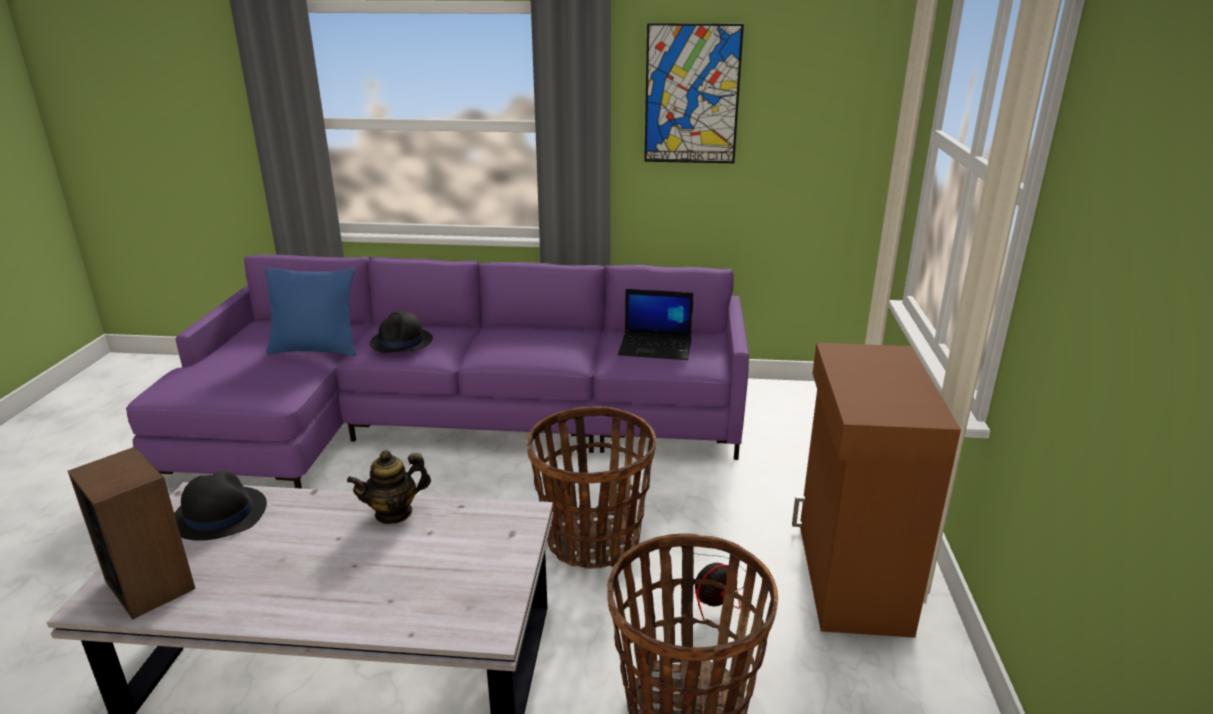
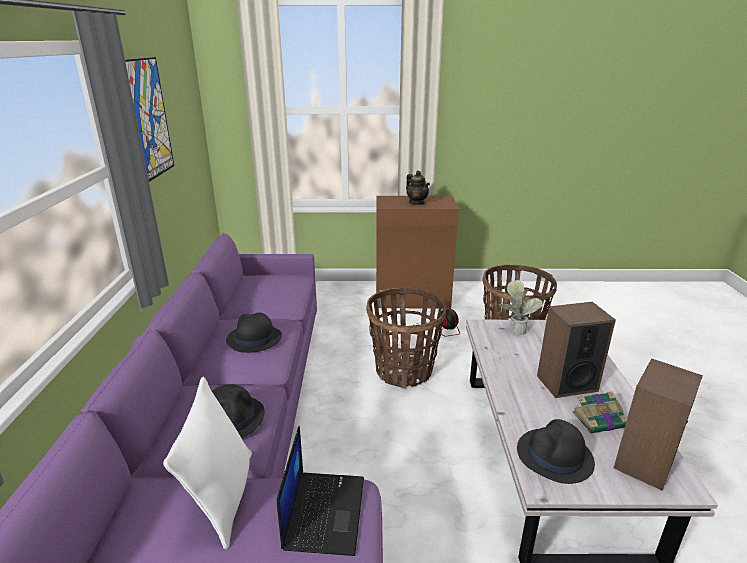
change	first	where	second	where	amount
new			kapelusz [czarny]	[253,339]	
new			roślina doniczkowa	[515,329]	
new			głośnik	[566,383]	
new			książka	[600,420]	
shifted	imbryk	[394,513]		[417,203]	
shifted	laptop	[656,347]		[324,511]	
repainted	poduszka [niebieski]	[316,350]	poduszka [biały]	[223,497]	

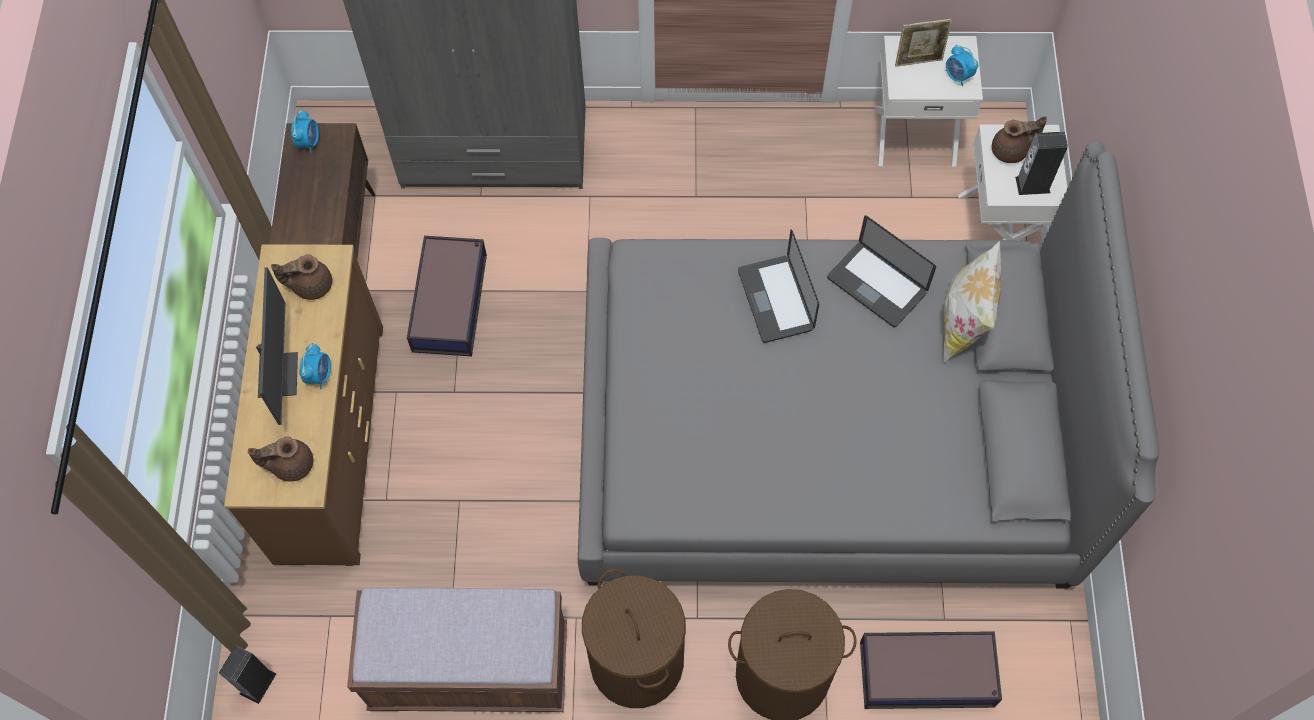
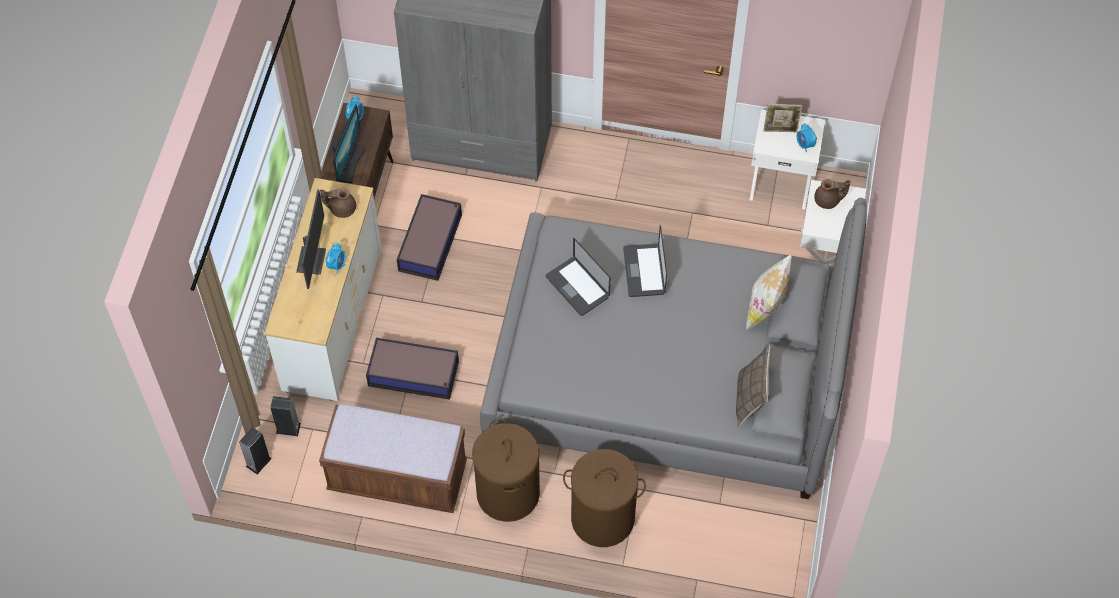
change	first	where	second	where	amount
gone	imbryk [brązowy]	[291,464]			
new			monitor	[348,163]	
new			poduszka	[750,399]	
shifted	laptop	[876,285]		[577,287]	
shifted	pojemnik do przechowywania	[928,675]		[414,374]	
shifted	głośnik	[1032,185]		[288,428]	
repainted	komoda [brązowy]	[329,442]	komoda [biały]	[332,319]	

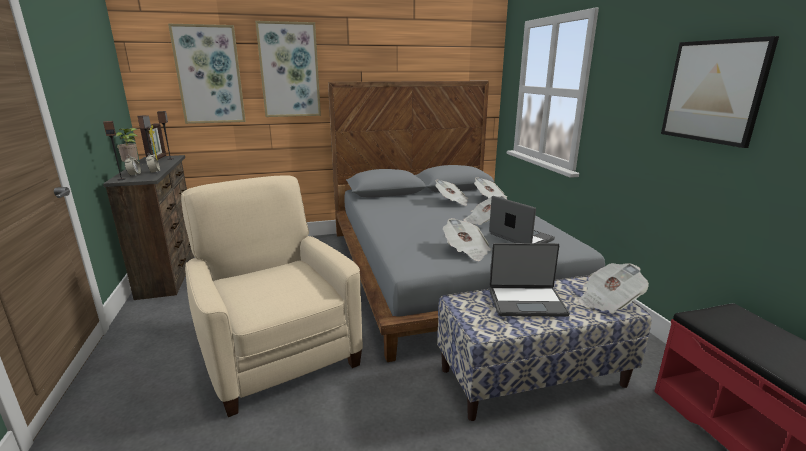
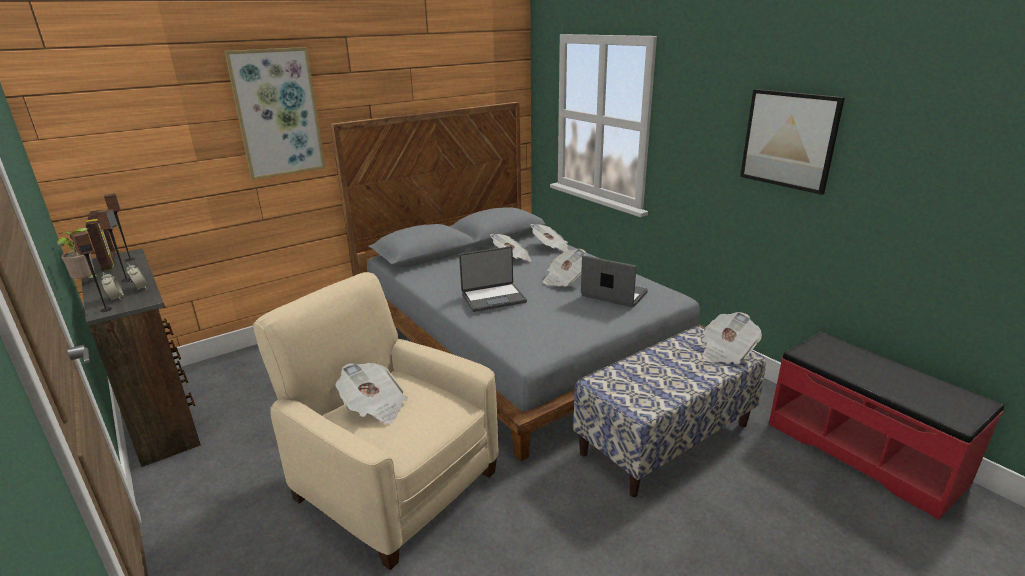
change	first	where	second	where	amount
gone	obraz	[209,75]			
shifted	gazeta	[466,251]		[374,407]	
shifted	laptop	[526,302]		[493,298]	

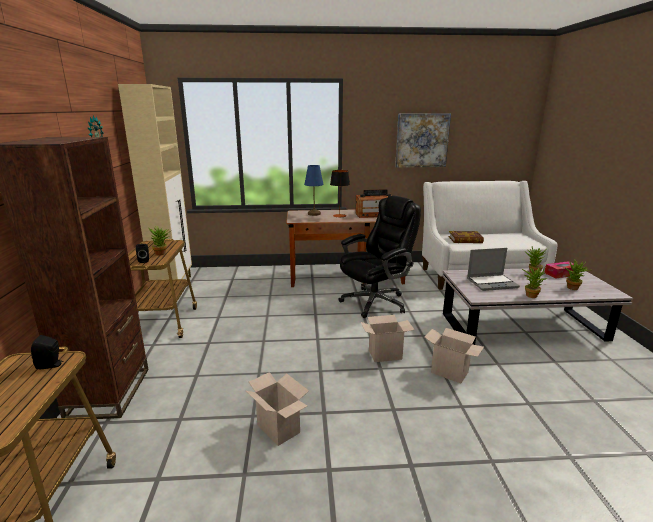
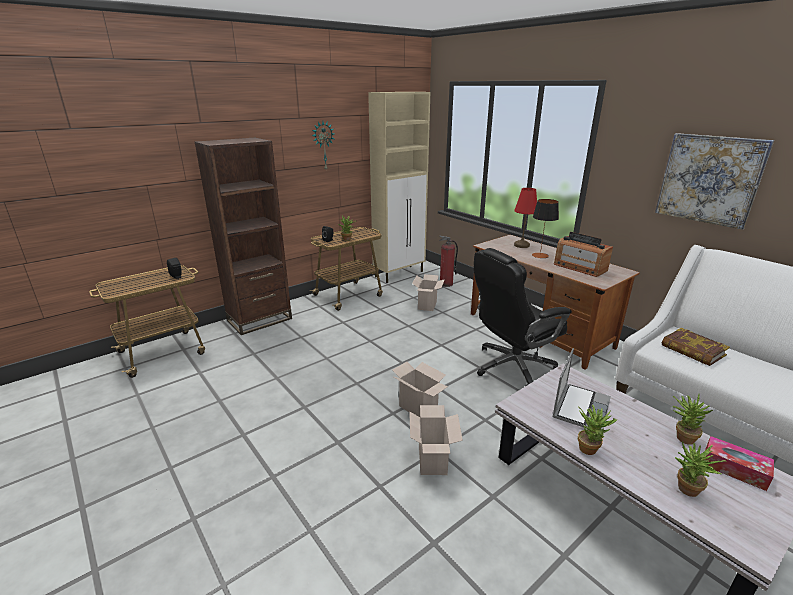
change	first	where	second	where	amount
new			gaśnica	[446,284]	
shifted	karton	[280,429]		[427,306]	
repainted	lampa stołowa [niebieski]	[314,214]	lampa stołowa [czerwony]	[522,245]	
rotated	krzesło biurowe [czarny]	[375,302]		[512,367]	135 degrees clockwise
rotated	laptop	[492,283]		[580,407]	105 degrees counterclockwise

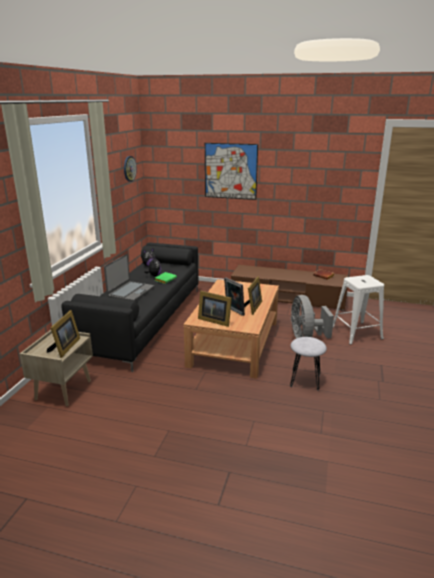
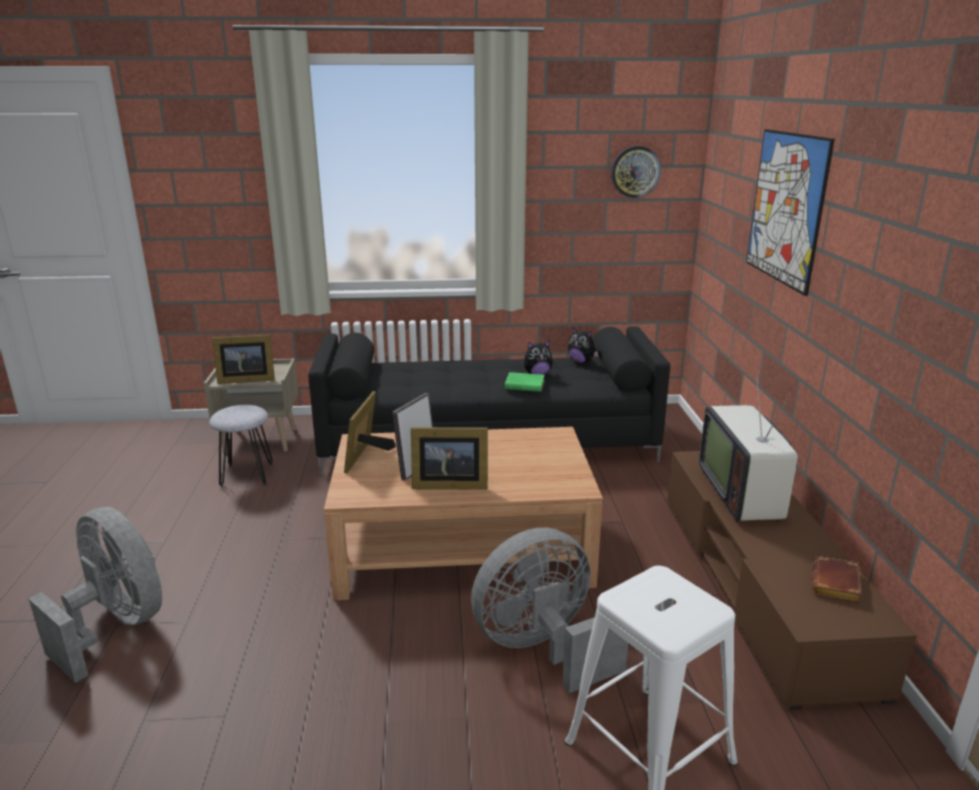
change	first	where	second	where	amount
gone	laptop	[130,292]			
new			wentylator [szary]	[116,626]	
new			telewizor	[744,494]	
shifted	stołek [szary]	[305,380]		[247,475]	

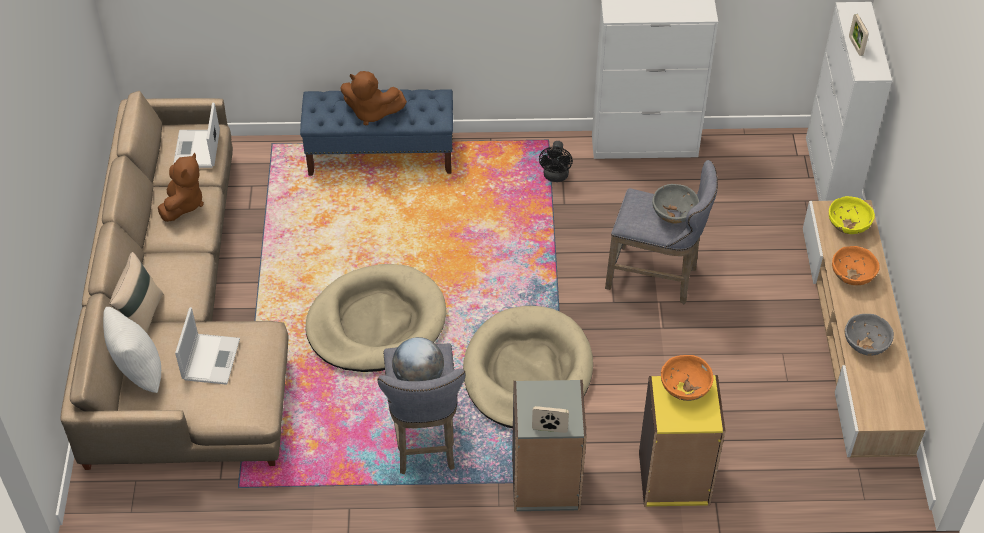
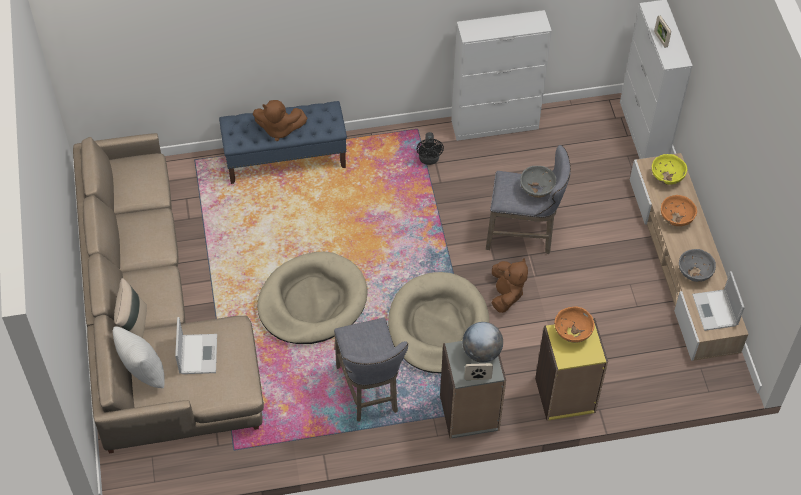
change	first	where	second	where	amount
shifted	pluszak [brązowy]	[183,203]		[506,294]	
shifted	laptop	[197,150]		[715,311]	
shifted	globus	[419,378]		[481,352]	

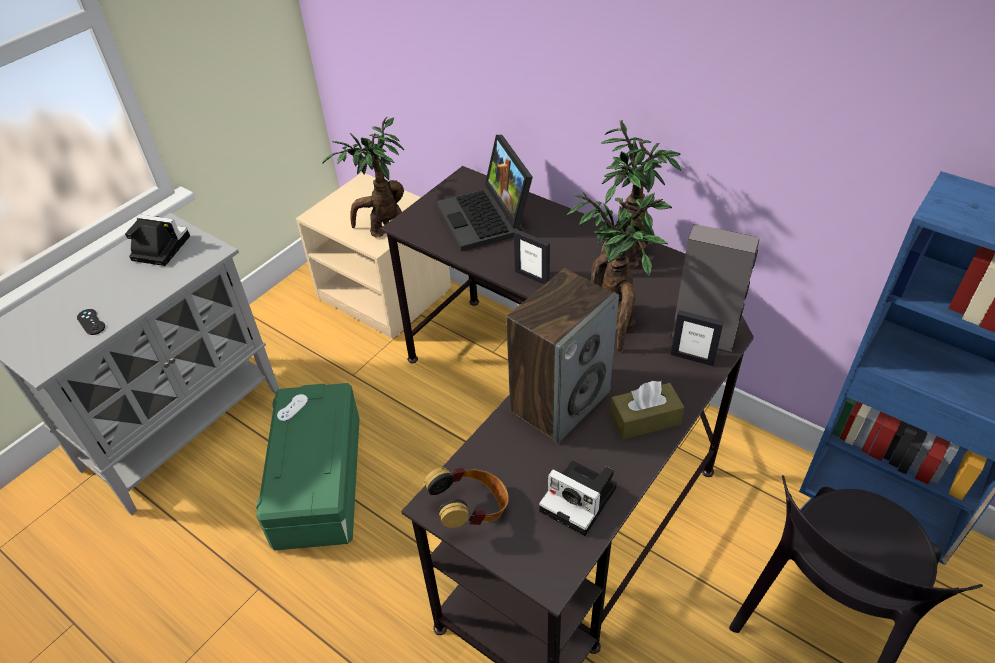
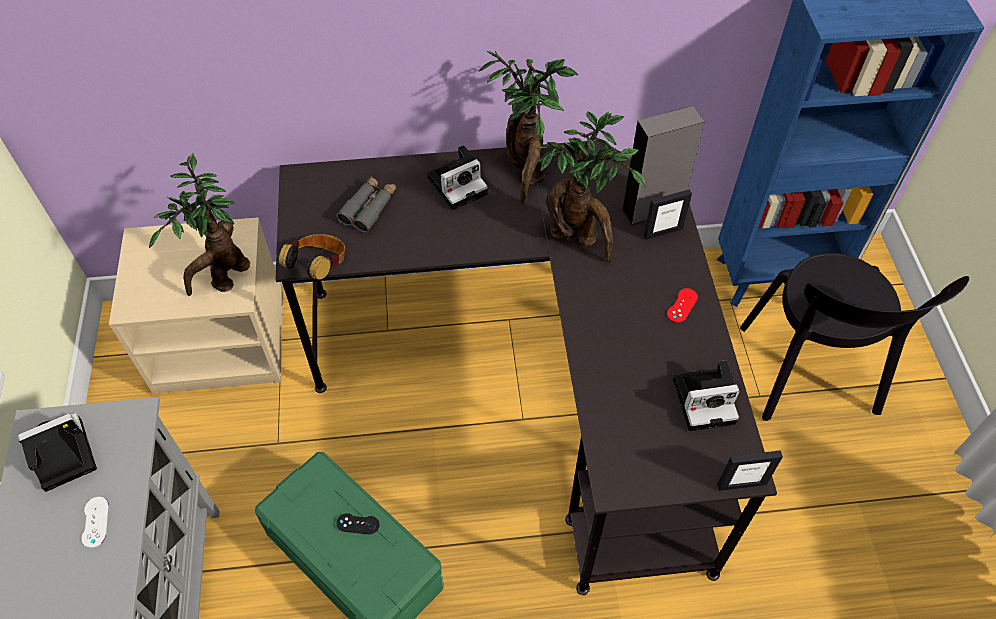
change	first	where	second	where	amount
gone	głośnik	[560,401]			
new			aparat fotograficzny	[459,184]	
shifted	pad do gier [czarny]	[91,322]		[358,524]	
shifted	pad do gier [biały]	[292,407]		[95,522]	
shifted	słuchawki	[472,510]		[319,267]	
shifted	ramka na zdjęcie	[532,277]		[741,484]	
swapped	laptop	[486,219]	lornetka [szary]	[369,208]	
swapped	pudełko chusteczek [brązowy]	[644,419]	pad do gier [czerwony]	[682,305]	

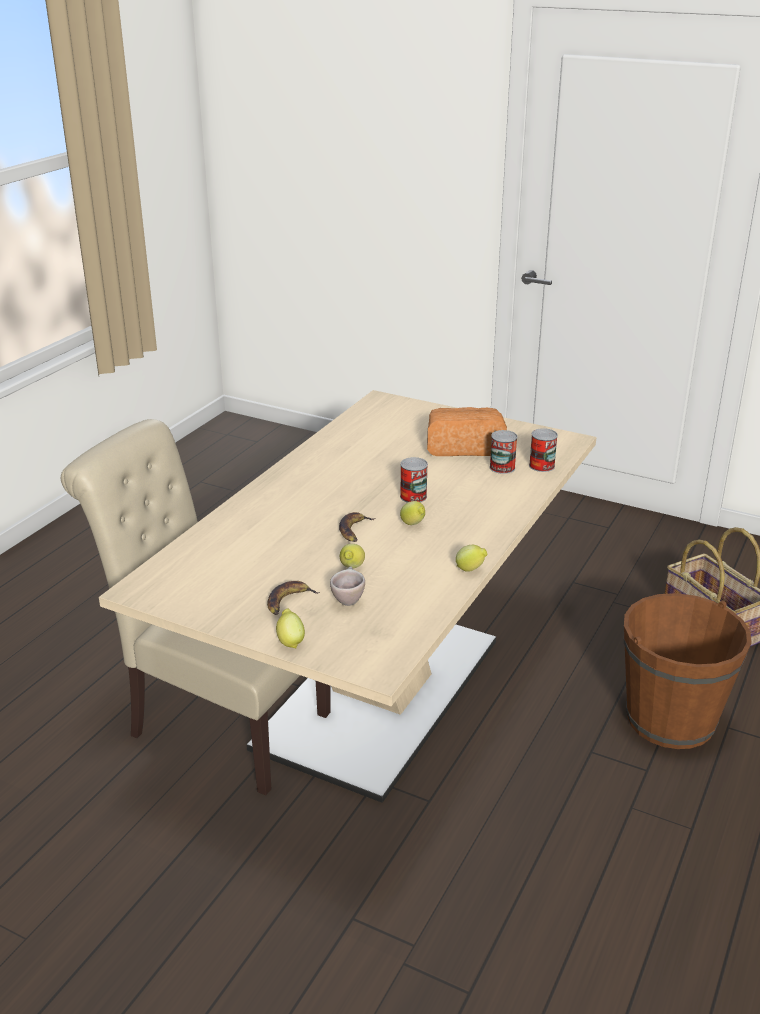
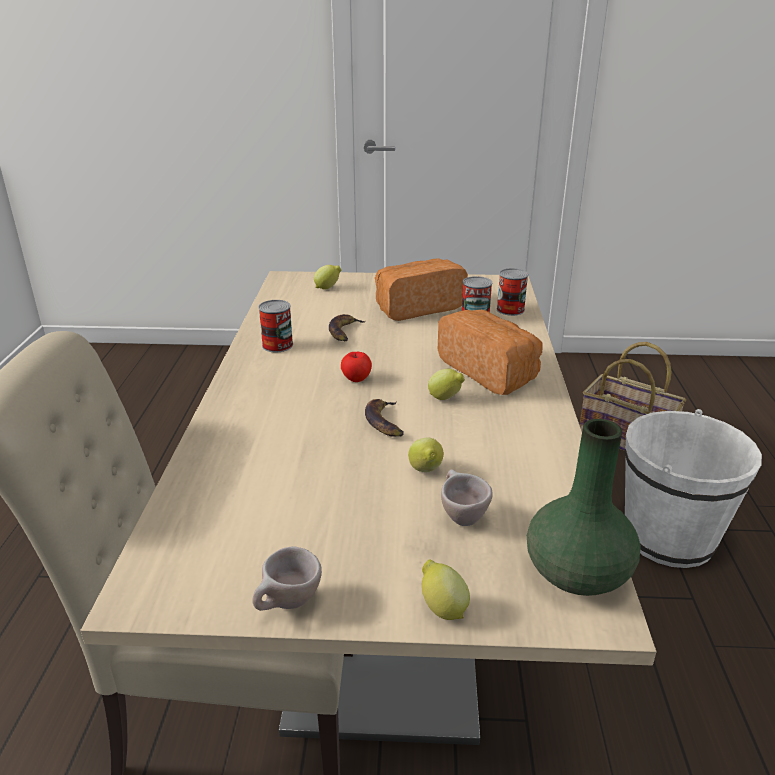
change	first	where	second	where	amount
new			filiżanka [beżowy]	[287,606]	
new			jabłko	[356,379]	
new			chleb	[490,371]	
new			wazon [zielony]	[575,574]	
shifted	banan	[288,601]		[345,332]	
shifted	puszka	[413,496]		[277,345]	
shifted	cytryna	[471,570]		[328,288]	
repainted	wiadro [brązowy]	[670,719]	wiadro [biały]	[669,537]	

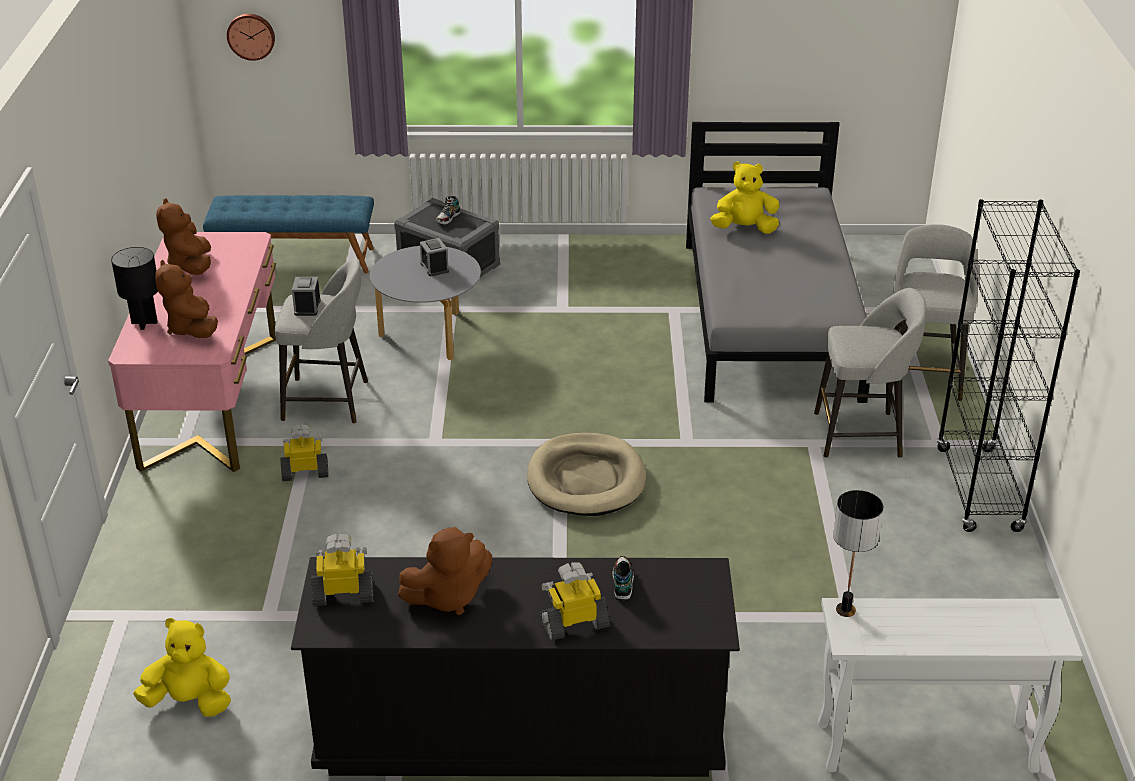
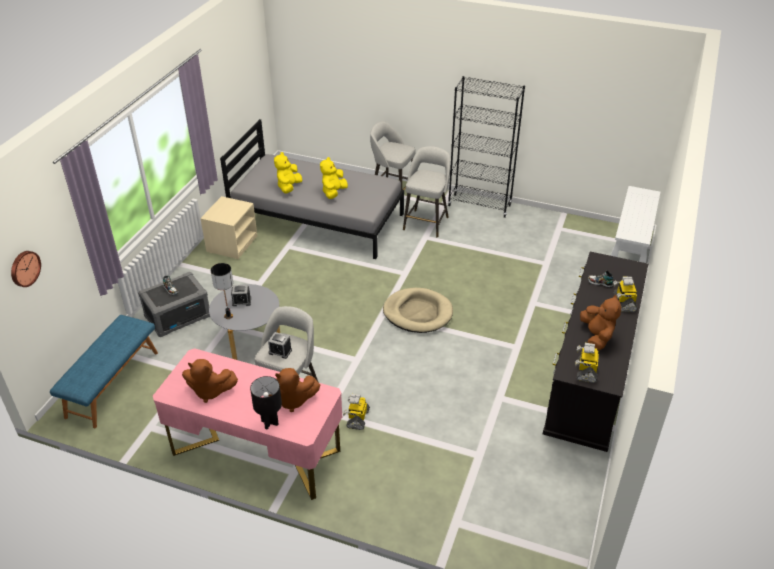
change	first	where	second	where	amount
new			szafka nocna [beżowy]	[232,243]	
shifted	pluszak [żółty]	[189,702]		[333,192]	
shifted	lampa stołowa	[845,610]		[228,316]	

